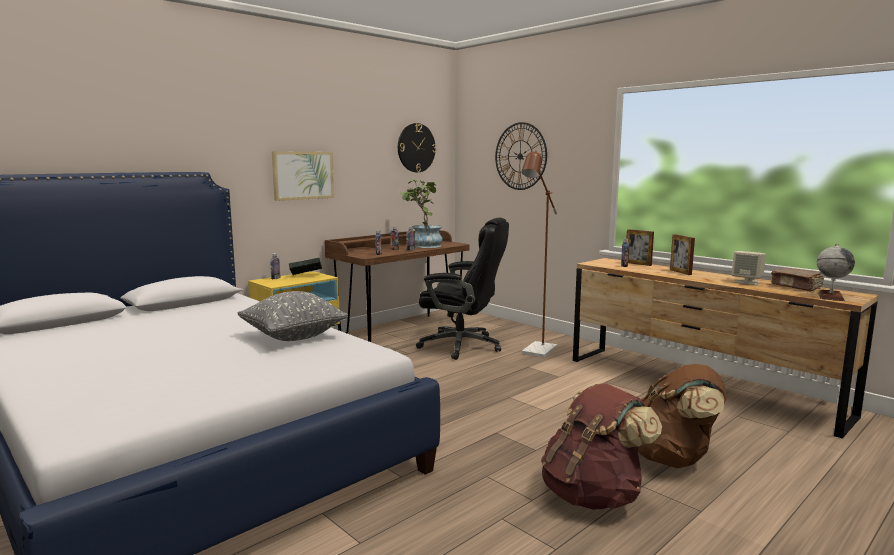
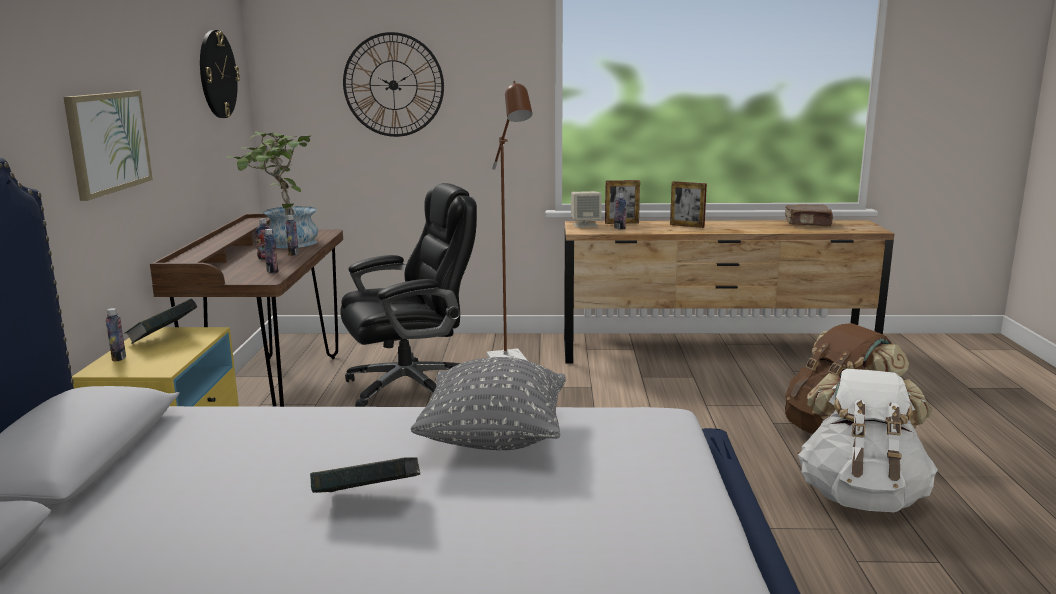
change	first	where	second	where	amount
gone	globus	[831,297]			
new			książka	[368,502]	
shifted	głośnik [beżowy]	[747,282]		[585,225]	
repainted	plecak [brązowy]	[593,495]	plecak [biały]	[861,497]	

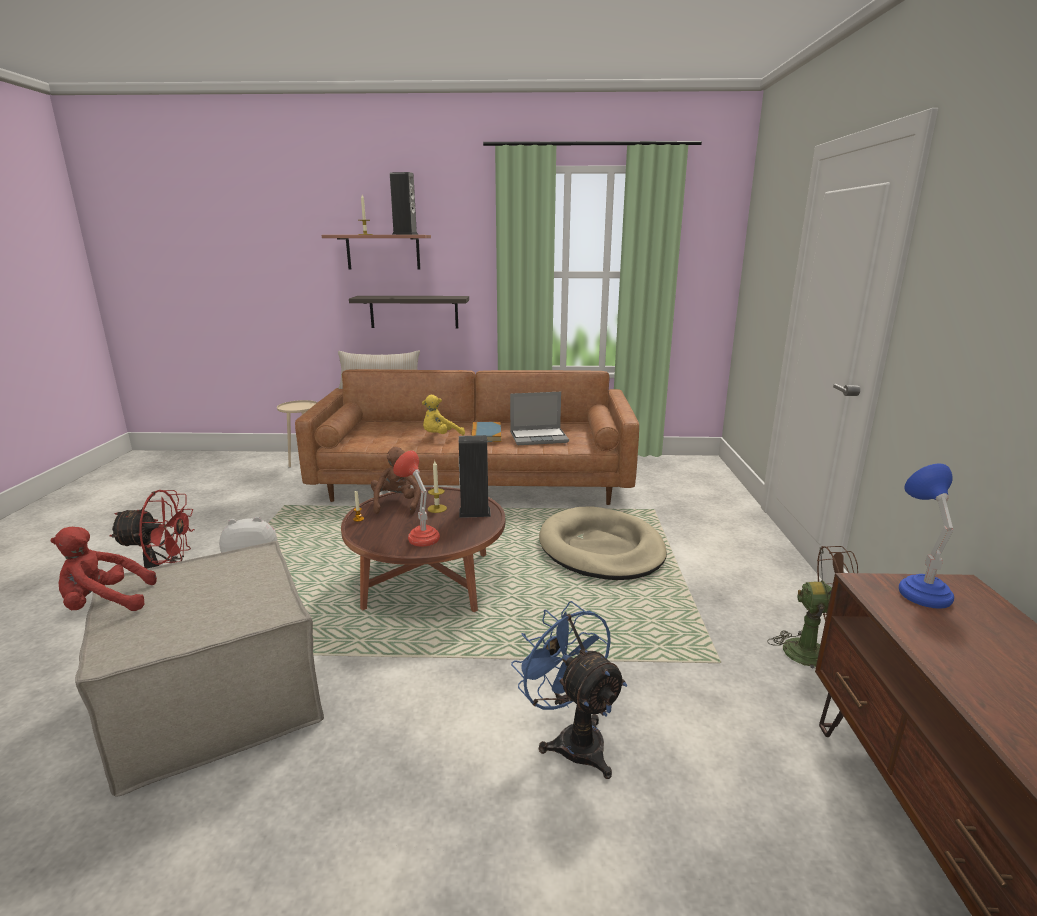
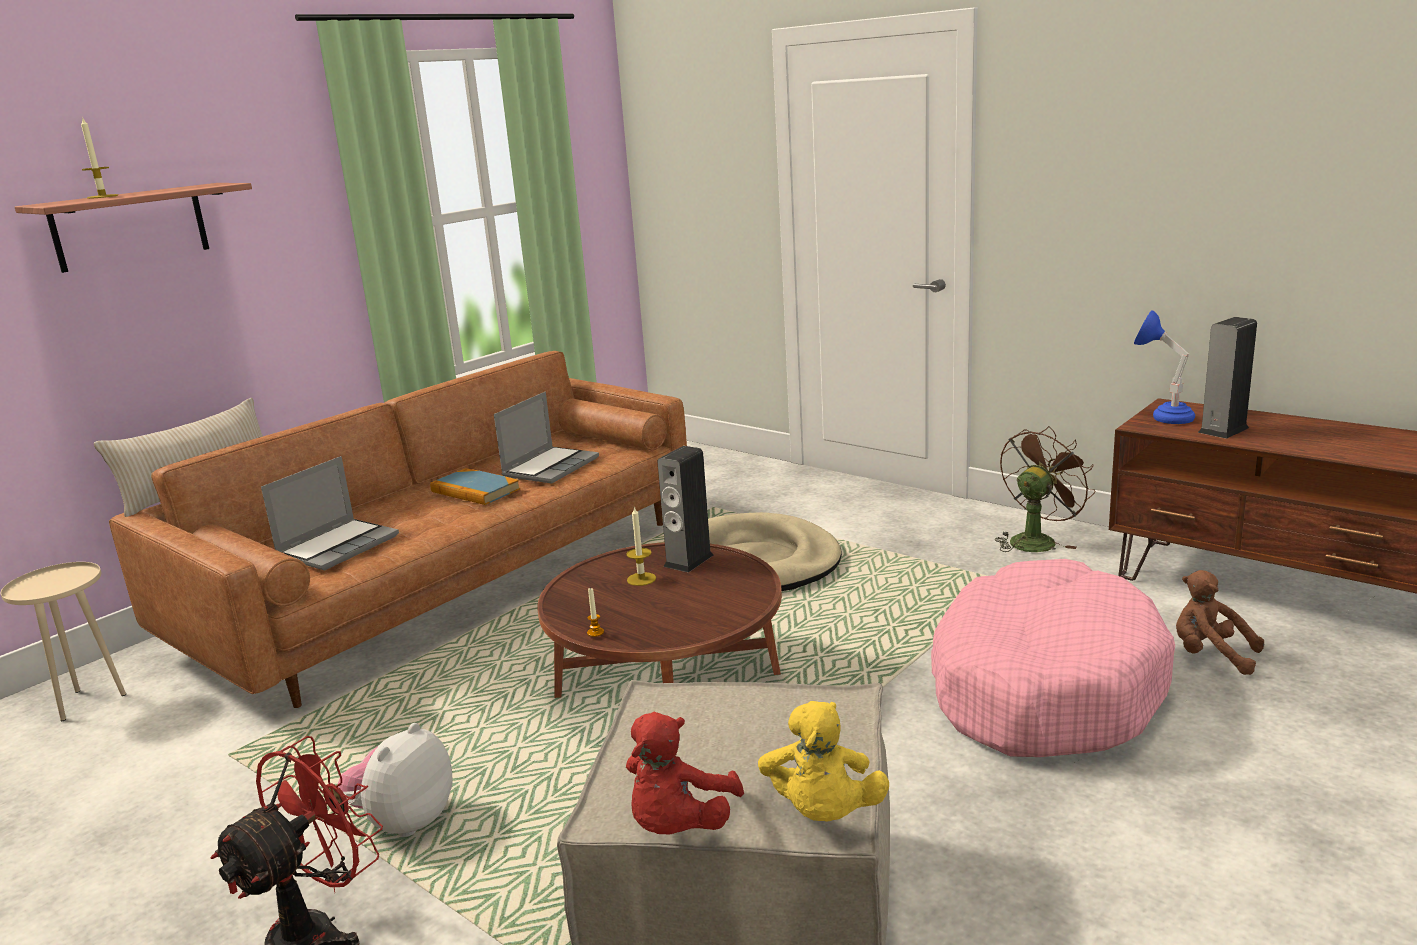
change	first	where	second	where	amount
gone	półka	[414,312]			
gone	lampa stołowa [czerwony]	[419,536]			
new			laptop	[338,546]	
shifted	pluszak [brązowy]	[396,504]		[1210,655]	
shifted	głośnik	[405,234]		[1223,430]	
shifted	pluszak [żółty]	[440,436]		[822,813]	
swapped	wentylator [niebieski]	[572,739]	legowisko [różowy]	[1043,687]	

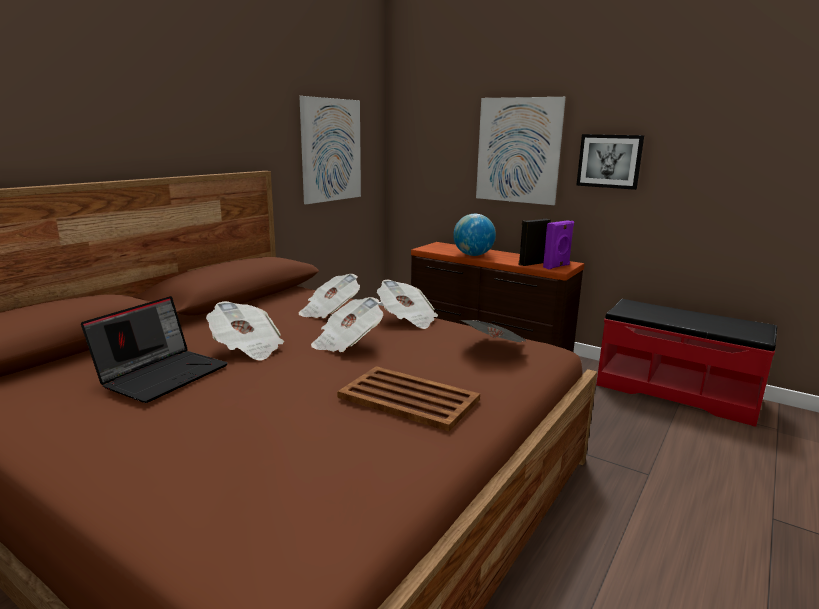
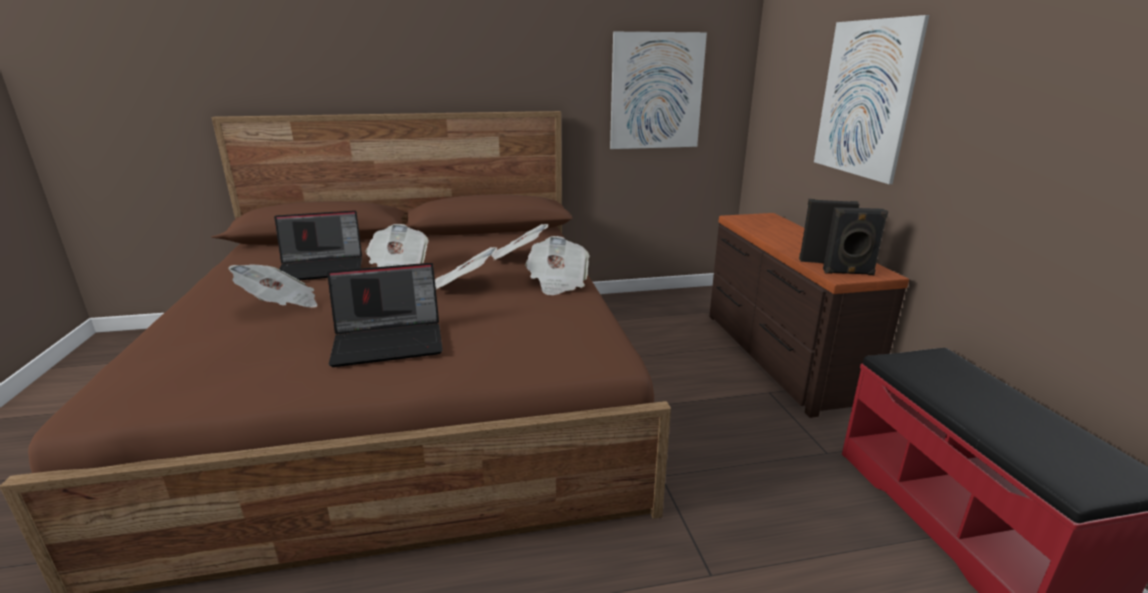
change	first	where	second	where	amount
gone	globus	[473,255]			
gone	obraz	[609,161]			
shifted	gazeta	[494,349]		[281,305]	
swapped	taca [brązowy]	[407,398]	laptop	[390,341]	
repainted	głośnik [fioletowy]	[557,266]	głośnik [czarny]	[848,273]	

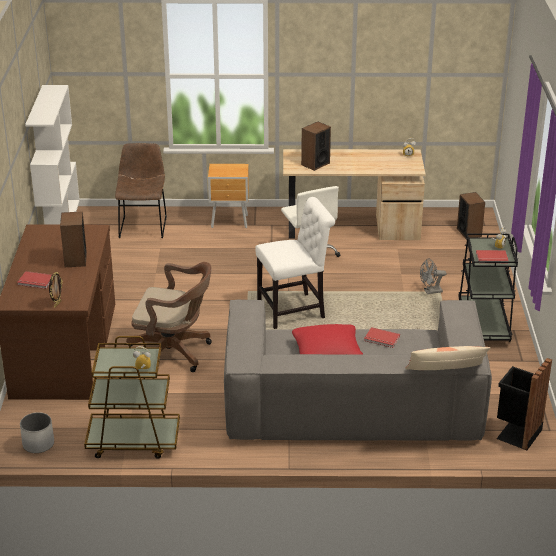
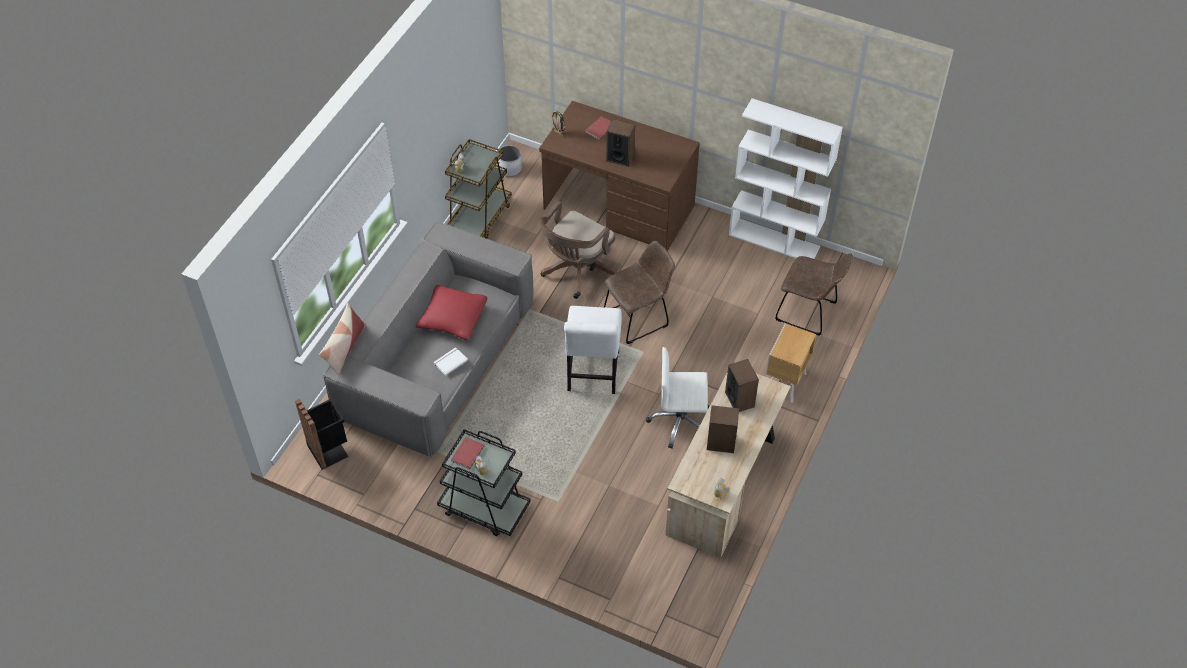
change	first	where	second	where	amount
gone	wentylator [szary]	[430,291]			
new			krzesło [brązowy]	[639,318]	
shifted	głośnik	[469,232]		[721,443]	
repainted	książka [czerwony]	[381,339]	książka [biały]	[450,361]	

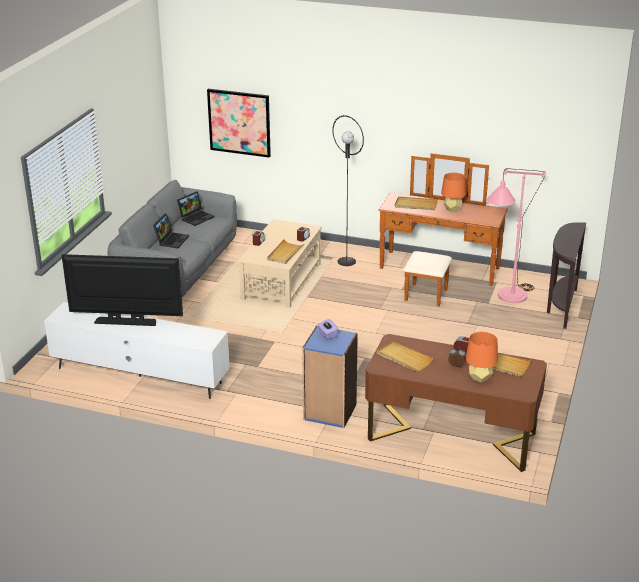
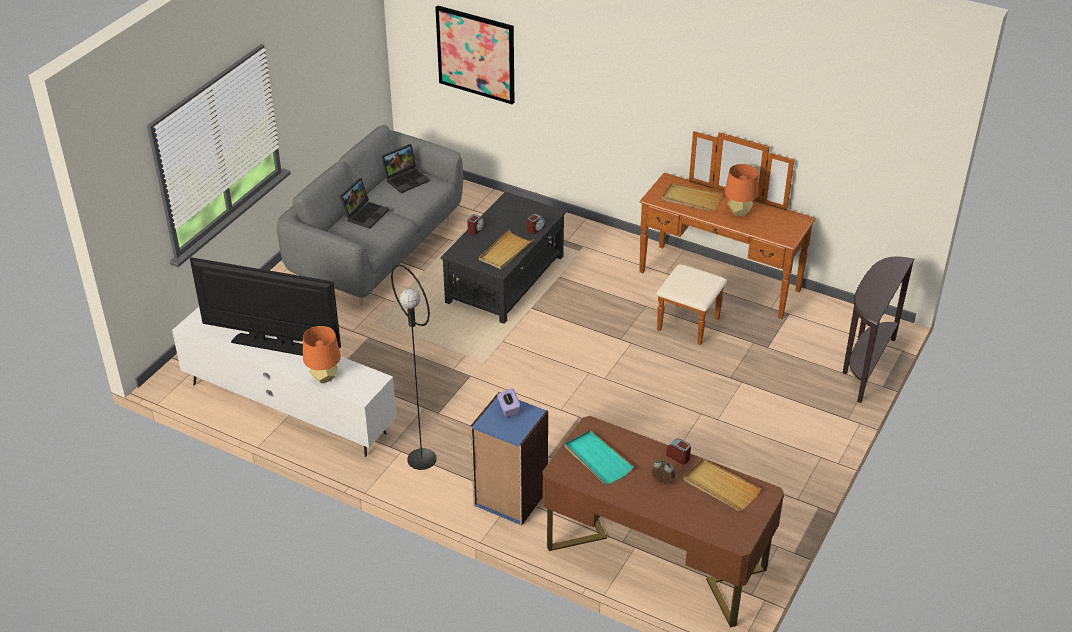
change	first	where	second	where	amount
gone	lampa stojąca [różowy]	[507,299]			
shifted	lampa stojąca [czarny]	[346,261]		[422,459]	
shifted	lampa stołowa [pomarańczowy]	[480,378]		[324,377]	
repainted	ława [beżowy]	[282,281]	ława [czarny]	[506,279]	
repainted	taca [beżowy]	[404,358]	taca [turkusowy]	[597,459]	

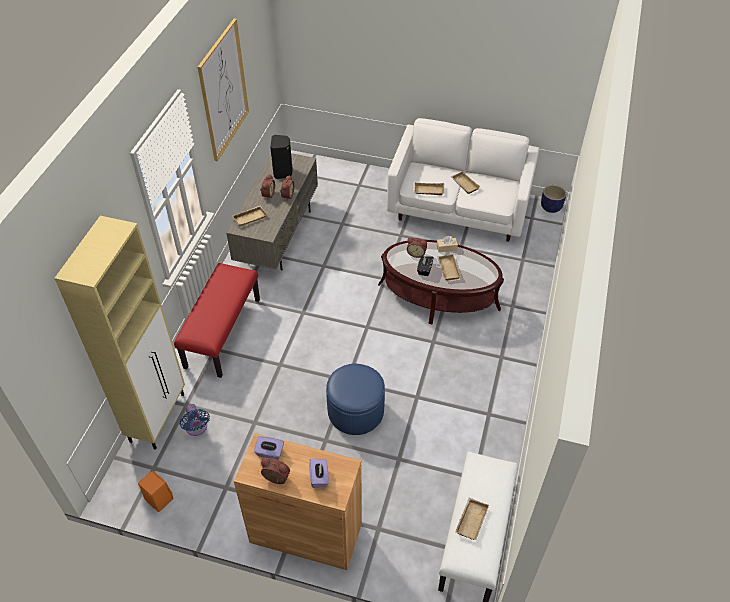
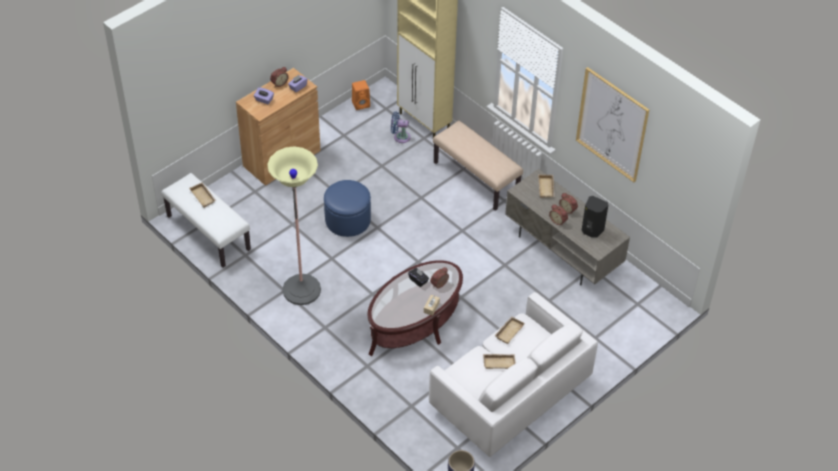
change	first	where	second	where	amount
gone	taca [beżowy]	[447,269]			
new			lampa stojąca	[301,290]	
repainted	ławka [czerwony]	[222,332]	ławka [beżowy]	[476,178]	

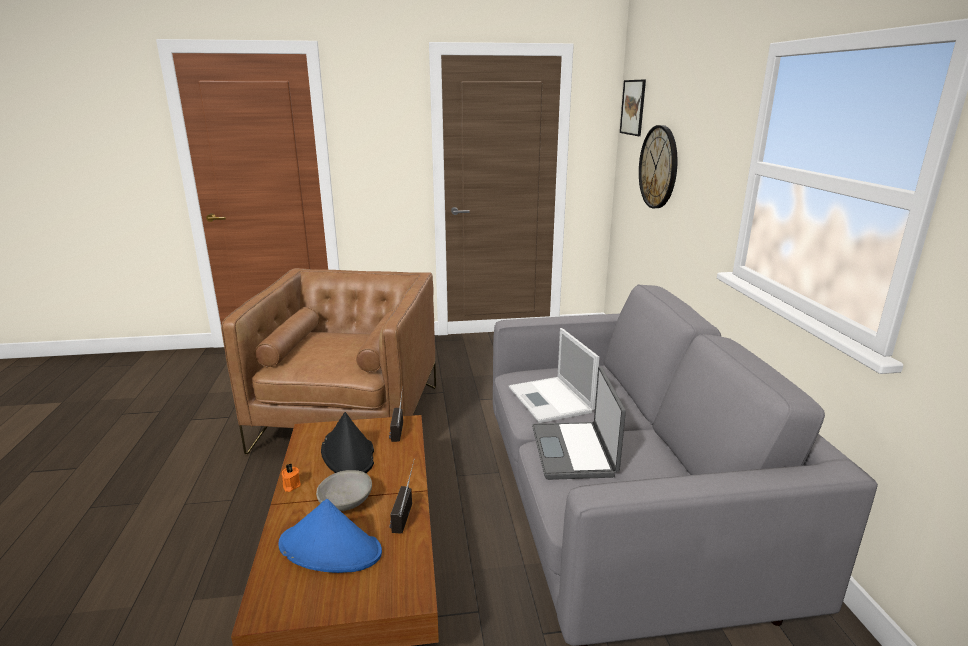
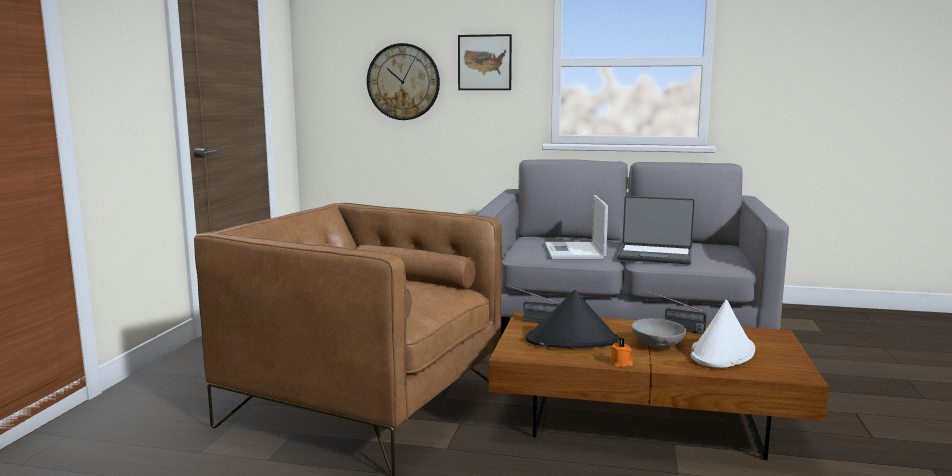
change	first	where	second	where	amount
shifted	obraz	[633,107]		[484,62]	
repainted	kapelusz [niebieski]	[331,548]	kapelusz [biały]	[722,352]	
rotated	laptop	[551,400]		[574,252]	90 degrees clockwise

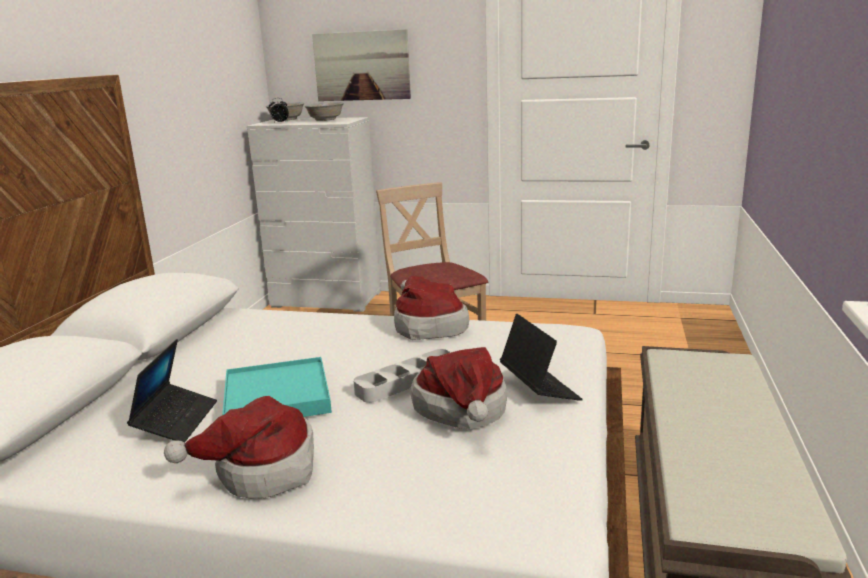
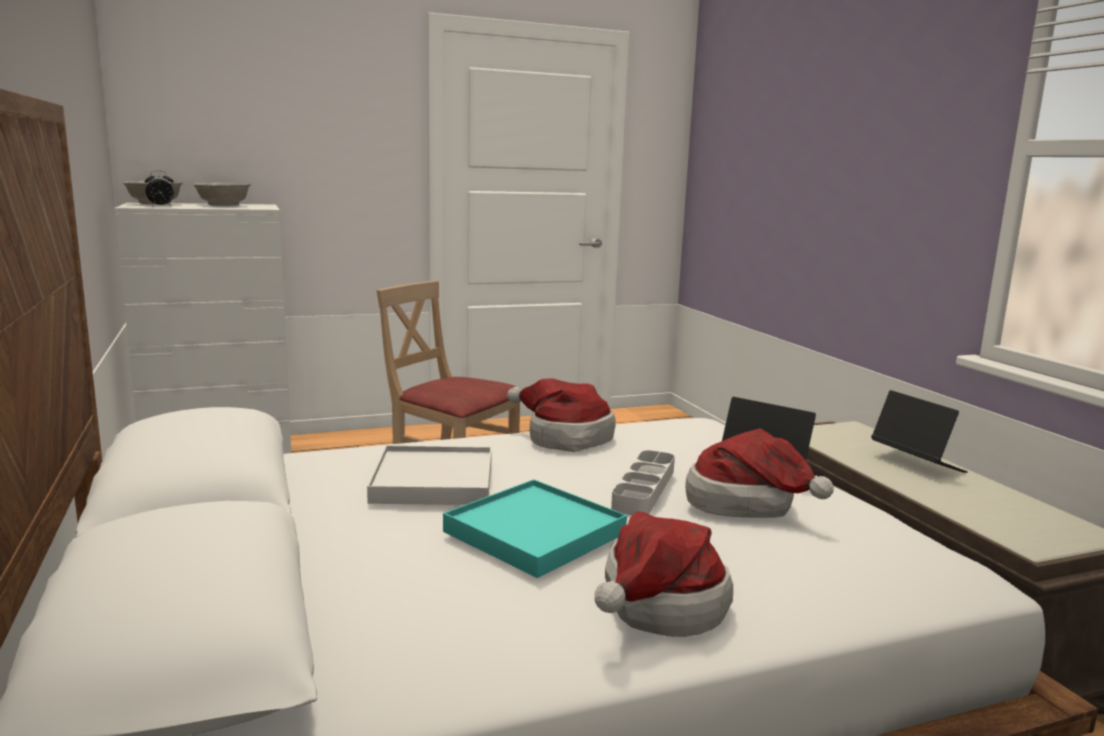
change	first	where	second	where	amount
gone	obraz	[362,66]			
new			taca [biały]	[434,482]	
shifted	laptop	[176,420]		[916,463]	

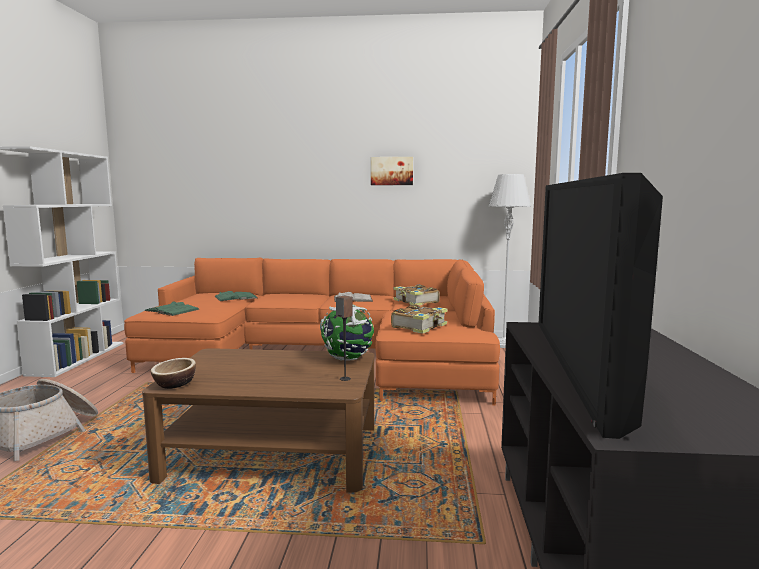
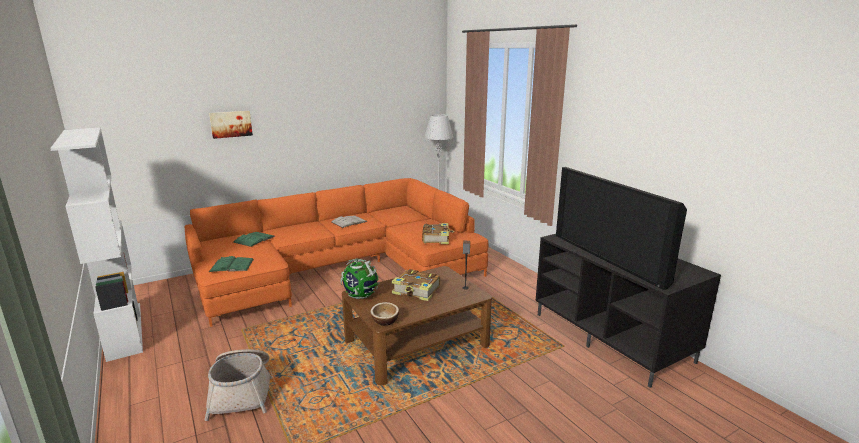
change	first	where	second	where	amount
shifted	globus	[348,359]		[360,296]	
shifted	obraz	[392,171]		[231,124]	
shifted	książka	[416,302]		[416,291]	

